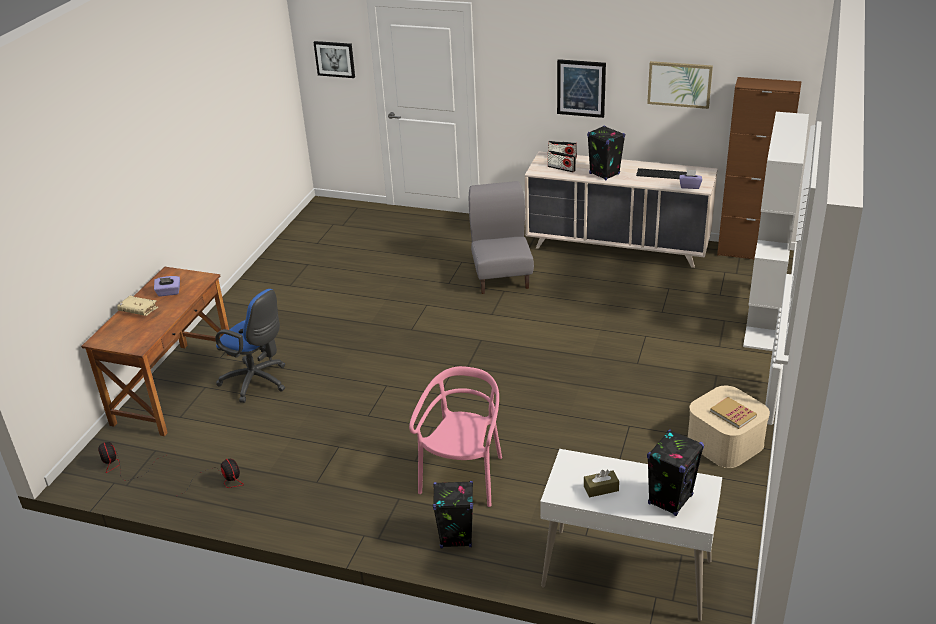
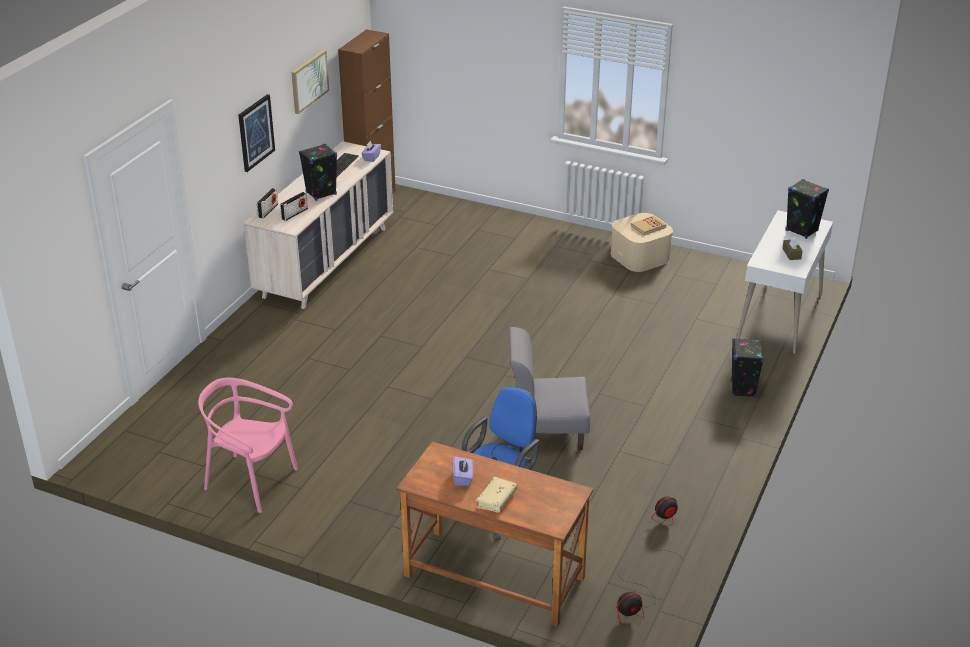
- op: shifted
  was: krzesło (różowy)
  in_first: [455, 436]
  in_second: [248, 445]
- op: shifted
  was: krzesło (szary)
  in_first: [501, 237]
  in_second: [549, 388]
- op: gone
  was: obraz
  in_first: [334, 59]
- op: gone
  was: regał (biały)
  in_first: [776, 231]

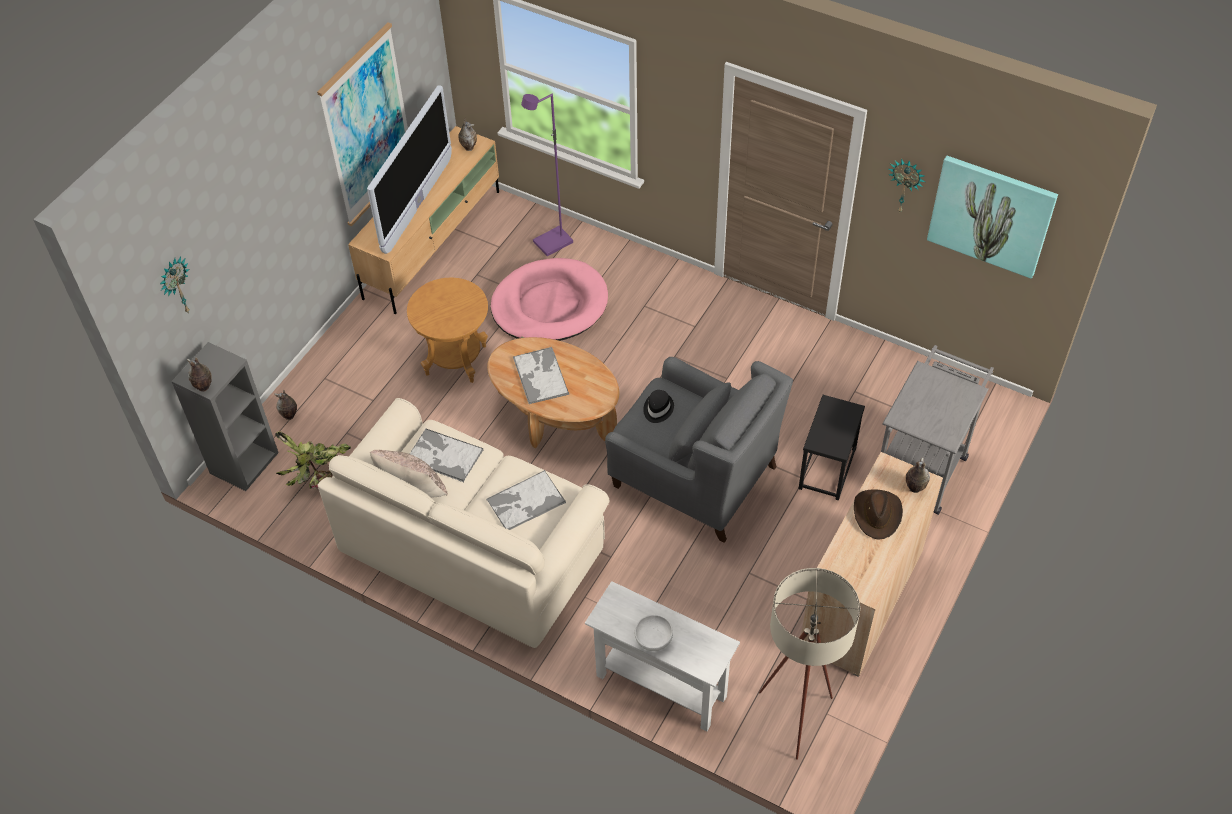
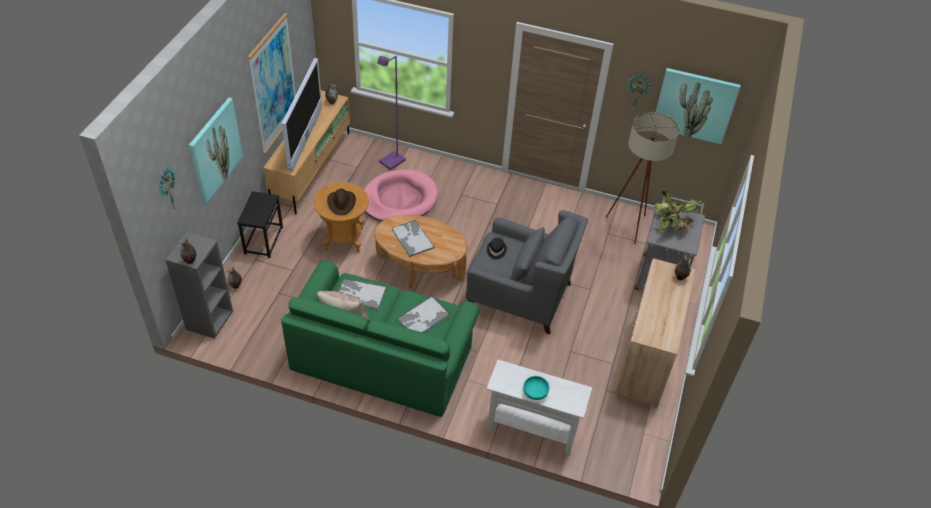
- op: new
  now: obraz
  in_second: [216, 151]
- op: shifted
  was: stolik (czarny)
  in_first: [831, 448]
  in_second: [260, 224]
- op: repainted
  was: kanapa (beżowy)
  now: kanapa (zielony)
  in_first: [464, 523]
  in_second: [380, 338]
- op: shifted
  was: kapelusz (brązowy)
  in_first: [878, 514]
  in_second: [341, 202]
- op: repainted
  was: miska (biały)
  now: miska (turkusowy)
  in_first: [654, 632]
  in_second: [536, 388]
- op: shifted
  was: lampa stojąca (beżowy)
  in_first: [809, 664]
  in_second: [642, 178]
- op: shifted
  was: roślina doniczkowa
  in_first: [313, 460]
  in_second: [678, 211]

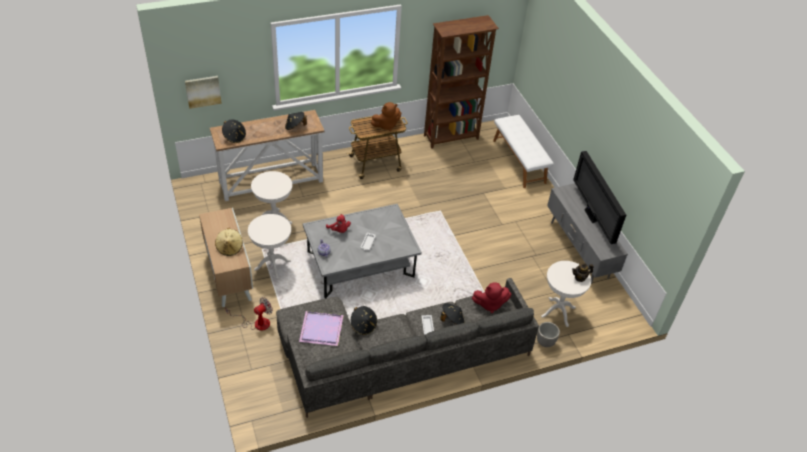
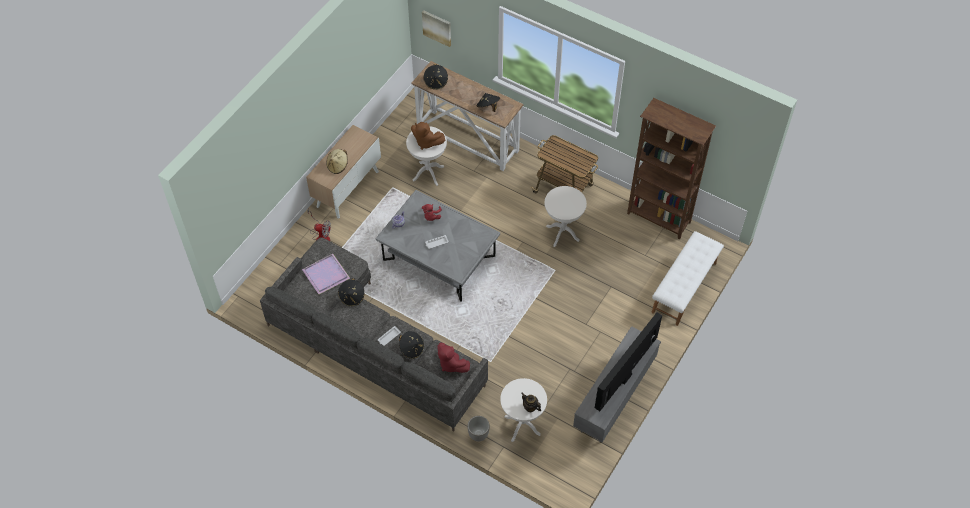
- op: shifted
  was: pluszak (brązowy)
  in_first: [386, 116]
  in_second: [428, 136]
- op: shifted
  was: stolik (biały)
  in_first: [269, 246]
  in_second: [566, 216]

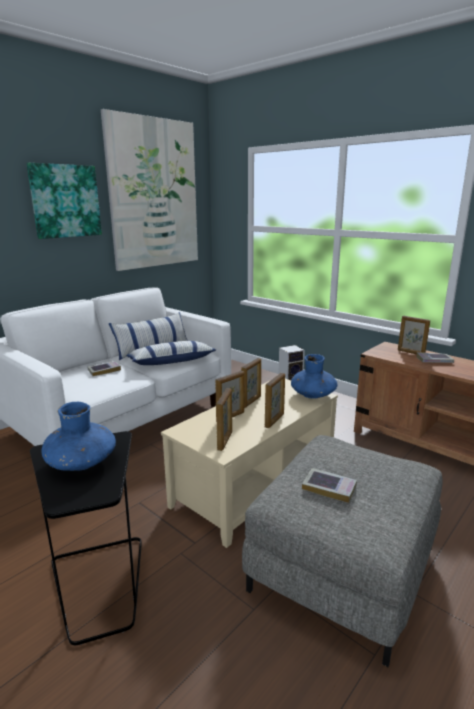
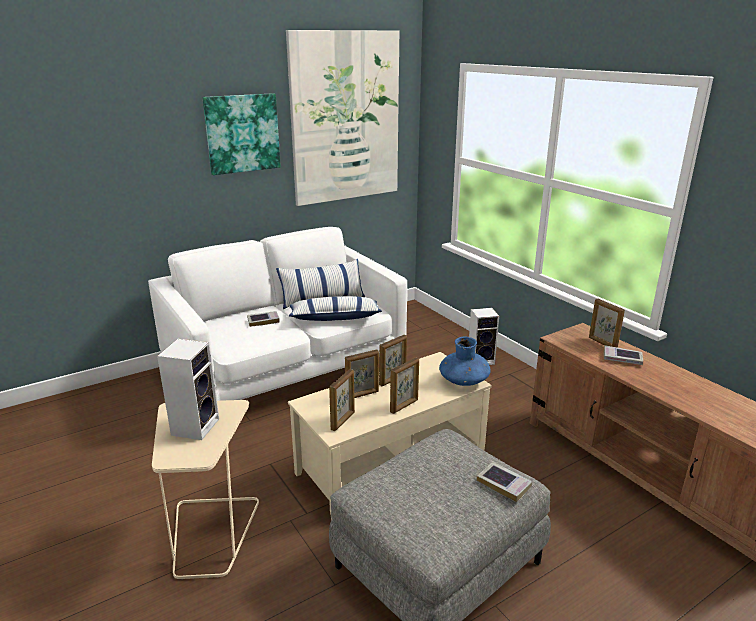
- op: repainted
  was: stolik (czarny)
  now: stolik (beżowy)
  in_first: [86, 538]
  in_second: [205, 490]
- op: swapped
  was: wazon (niebieski)
  now: głośnik
  in_first: [78, 436]
  in_second: [188, 389]
- op: shifted
  was: książka
  in_first: [329, 485]
  in_second: [504, 482]

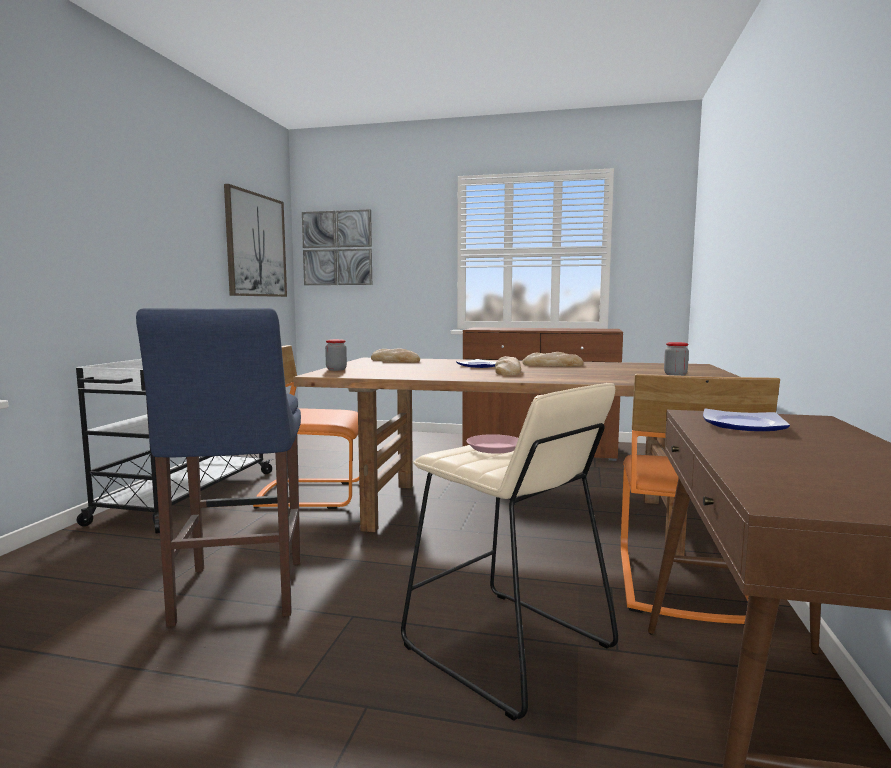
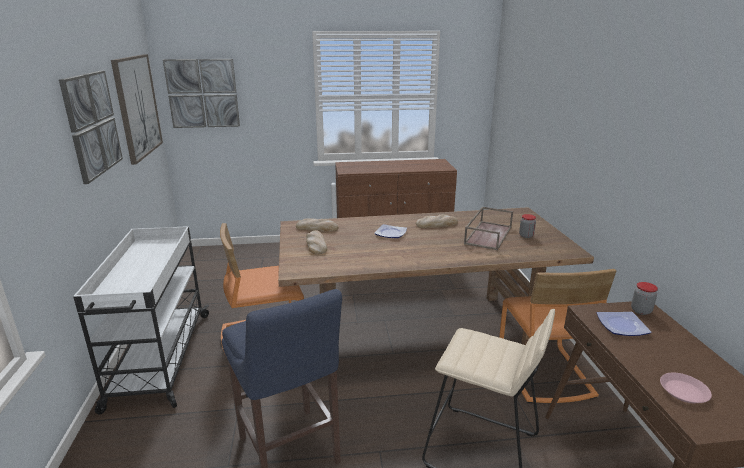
- op: new
  now: obraz
  in_second: [91, 127]
- op: shifted
  was: chleb
  in_first: [508, 365]
  in_second: [316, 242]
- op: new
  now: taca (brązowy)
  in_second: [488, 228]
- op: shifted
  was: słoik
  in_first: [336, 355]
  in_second: [644, 298]
- op: shifted
  was: talerz (różowy)
  in_first: [492, 444]
  in_second: [686, 388]

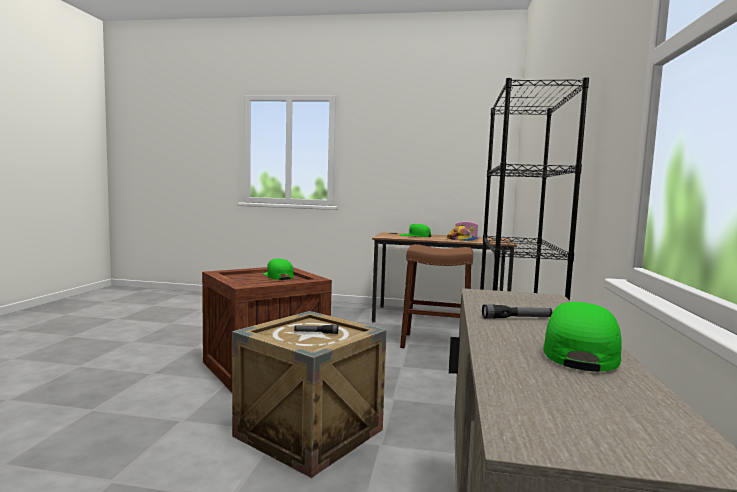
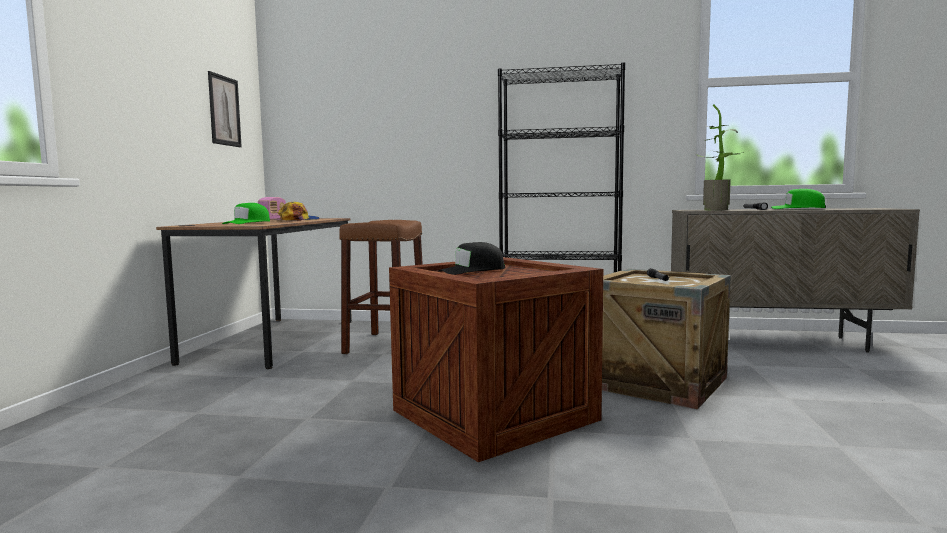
- op: new
  now: obraz
  in_second: [225, 109]
- op: repainted
  was: czapka z daszkiem (zielony)
  now: czapka z daszkiem (czarny)
  in_first: [278, 269]
  in_second: [471, 258]
- op: new
  now: roślina doniczkowa
  in_second: [724, 157]

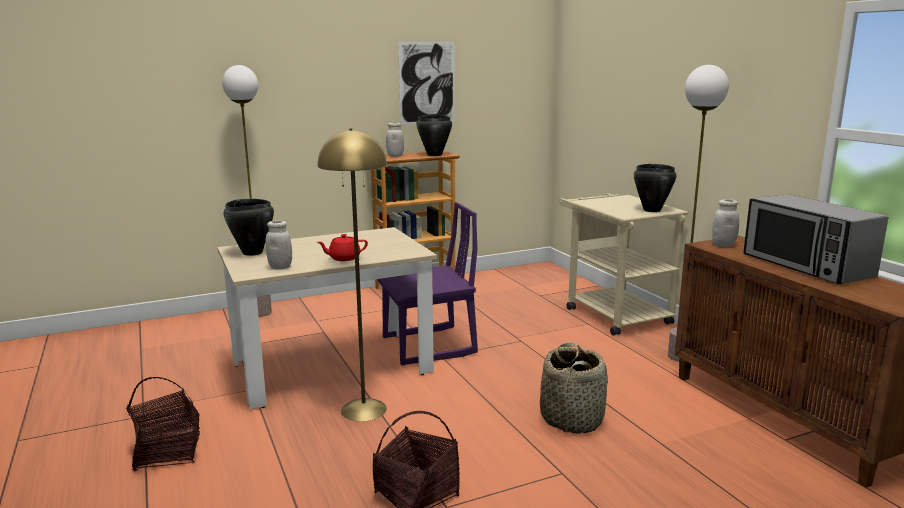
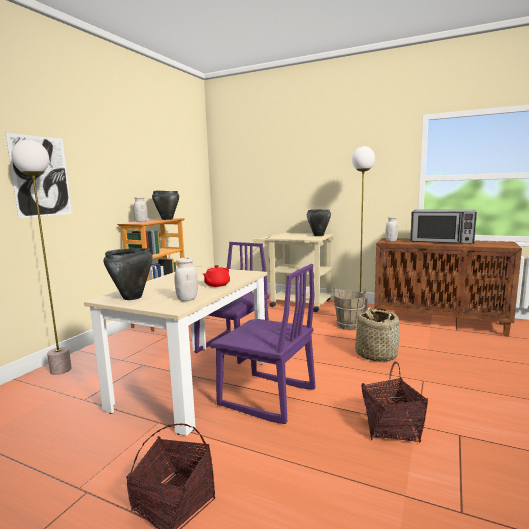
- op: shifted
  was: obraz
  in_first: [426, 83]
  in_second: [39, 175]
- op: swapped
  was: lampa stojąca (żółty)
  now: krzesło (fioletowy)
  in_first: [352, 275]
  in_second: [263, 344]
- op: new
  now: wiadro (brązowy)
  in_second: [349, 308]

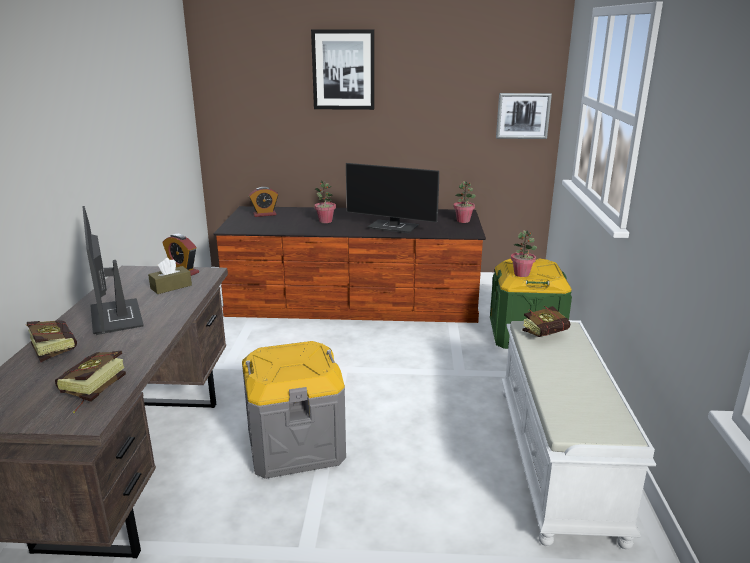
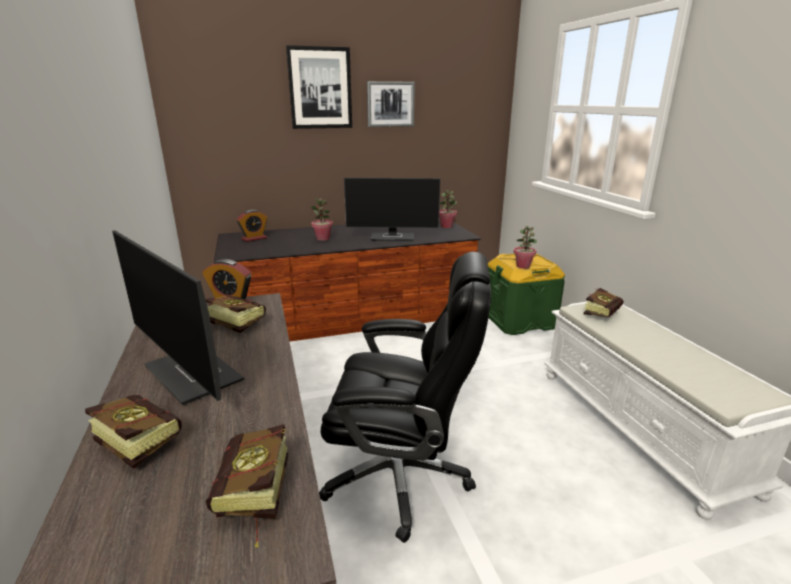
- op: swapped
  was: pudełko chusteczek (brązowy)
  now: książka
  in_first: [170, 276]
  in_second: [235, 314]
- op: swapped
  was: pojemnik do przechowywania (szary)
  now: krzesło biurowe (czarny)
  in_first: [294, 410]
  in_second: [405, 397]
- op: shifted
  was: obraz
  in_first: [524, 116]
  in_second: [391, 104]

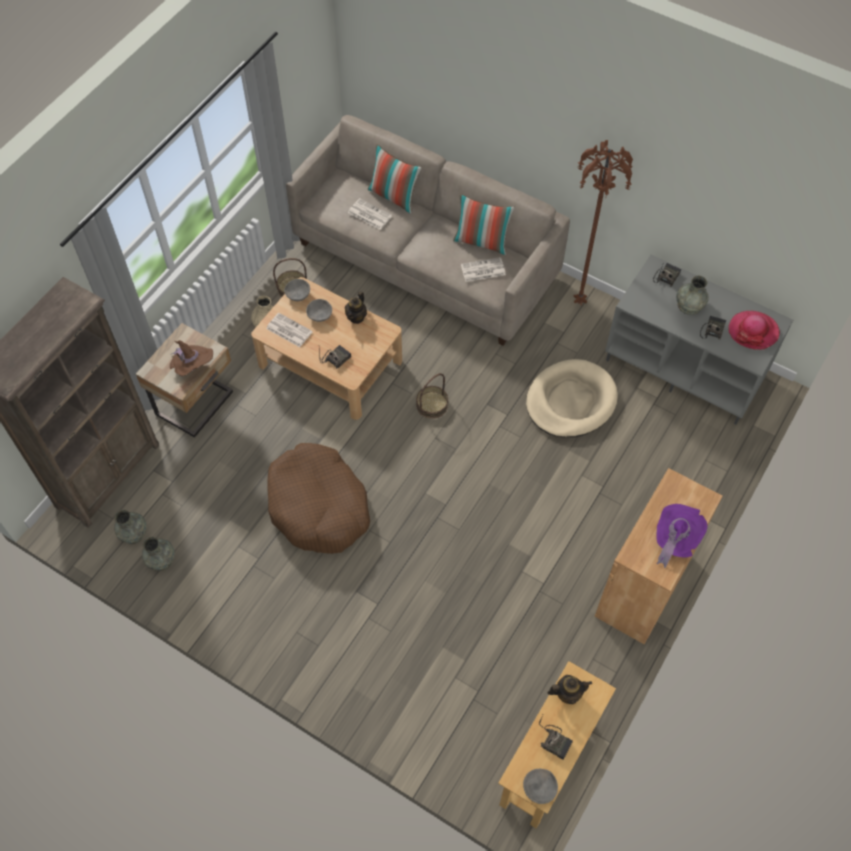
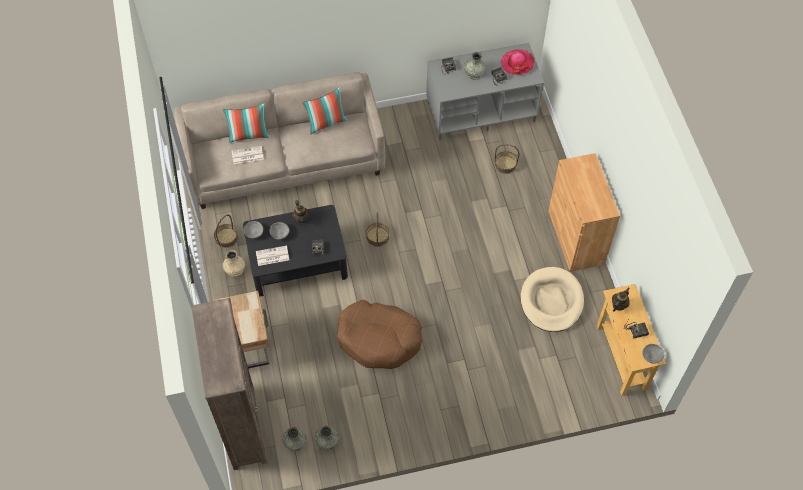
- op: repainted
  was: ława (beżowy)
  now: ława (czarny)
  in_first: [326, 348]
  in_second: [295, 250]
- op: new
  now: koszyk
  in_second: [507, 159]
- op: shifted
  was: legowisko (beżowy)
  in_first: [572, 398]
  in_second: [552, 299]
- op: gone
  was: kapelusz (brązowy)
  in_first: [191, 358]
- op: gone
  was: gazeta
  in_first: [483, 269]
- op: gone
  was: lampa stojąca (brązowy)
  in_first: [603, 222]
- op: gone
  was: kapelusz (fioletowy)
  in_first: [682, 536]

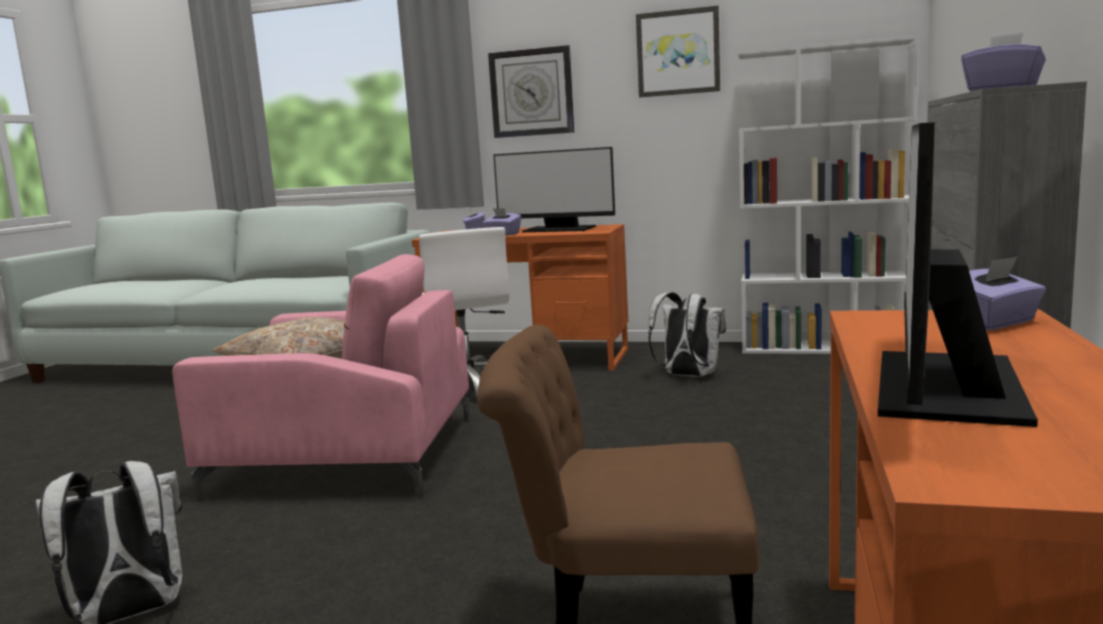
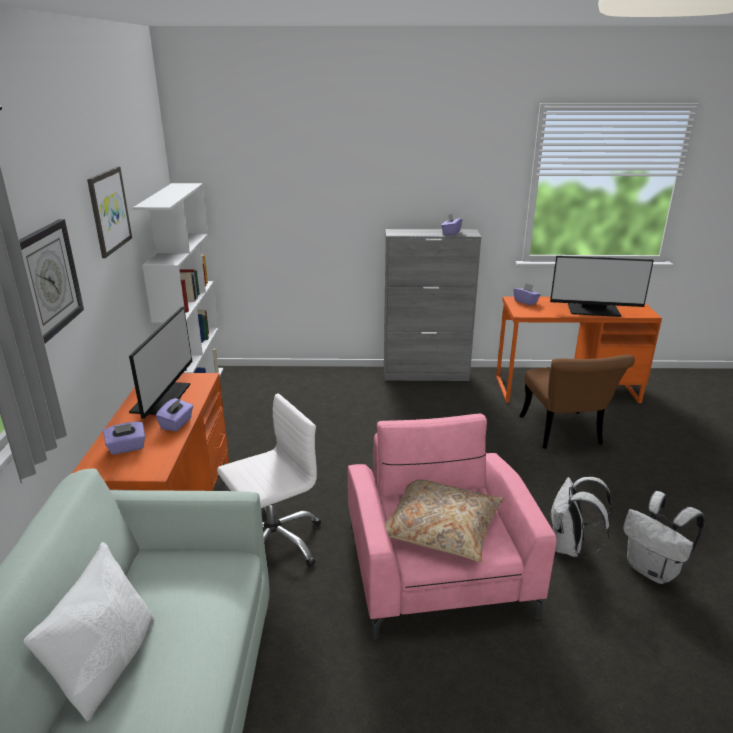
- op: new
  now: poduszka (biały)
  in_second: [89, 631]
- op: shifted
  was: plecak (biały)
  in_first: [687, 334]
  in_second: [580, 517]

